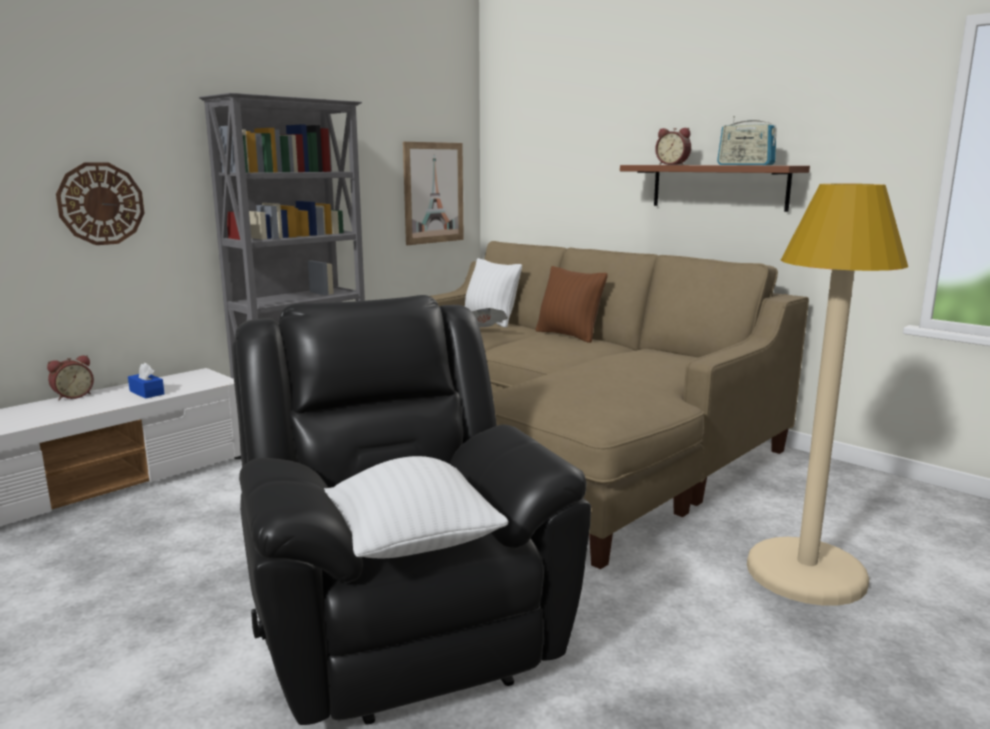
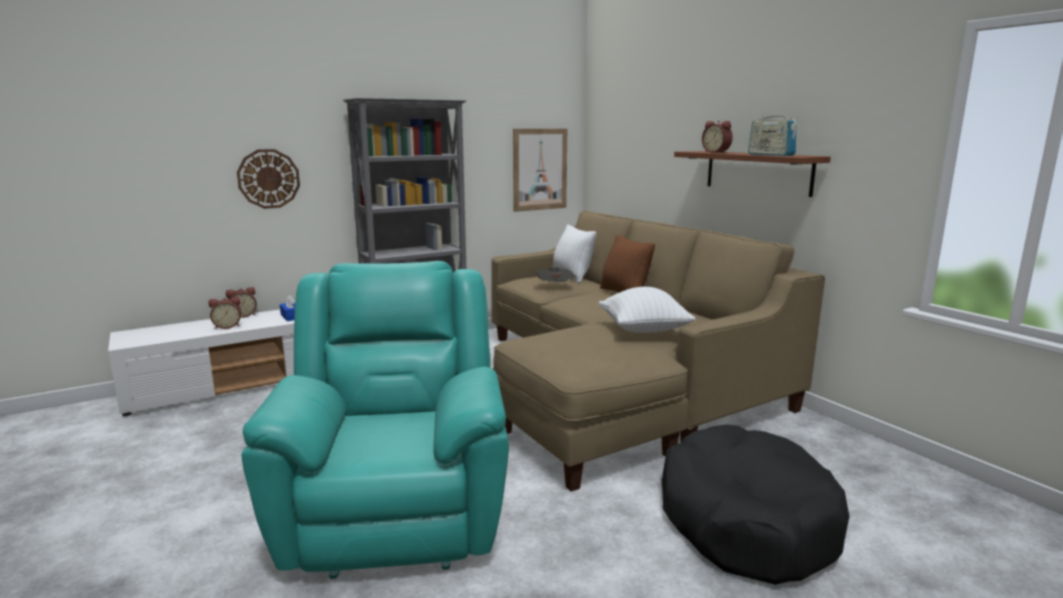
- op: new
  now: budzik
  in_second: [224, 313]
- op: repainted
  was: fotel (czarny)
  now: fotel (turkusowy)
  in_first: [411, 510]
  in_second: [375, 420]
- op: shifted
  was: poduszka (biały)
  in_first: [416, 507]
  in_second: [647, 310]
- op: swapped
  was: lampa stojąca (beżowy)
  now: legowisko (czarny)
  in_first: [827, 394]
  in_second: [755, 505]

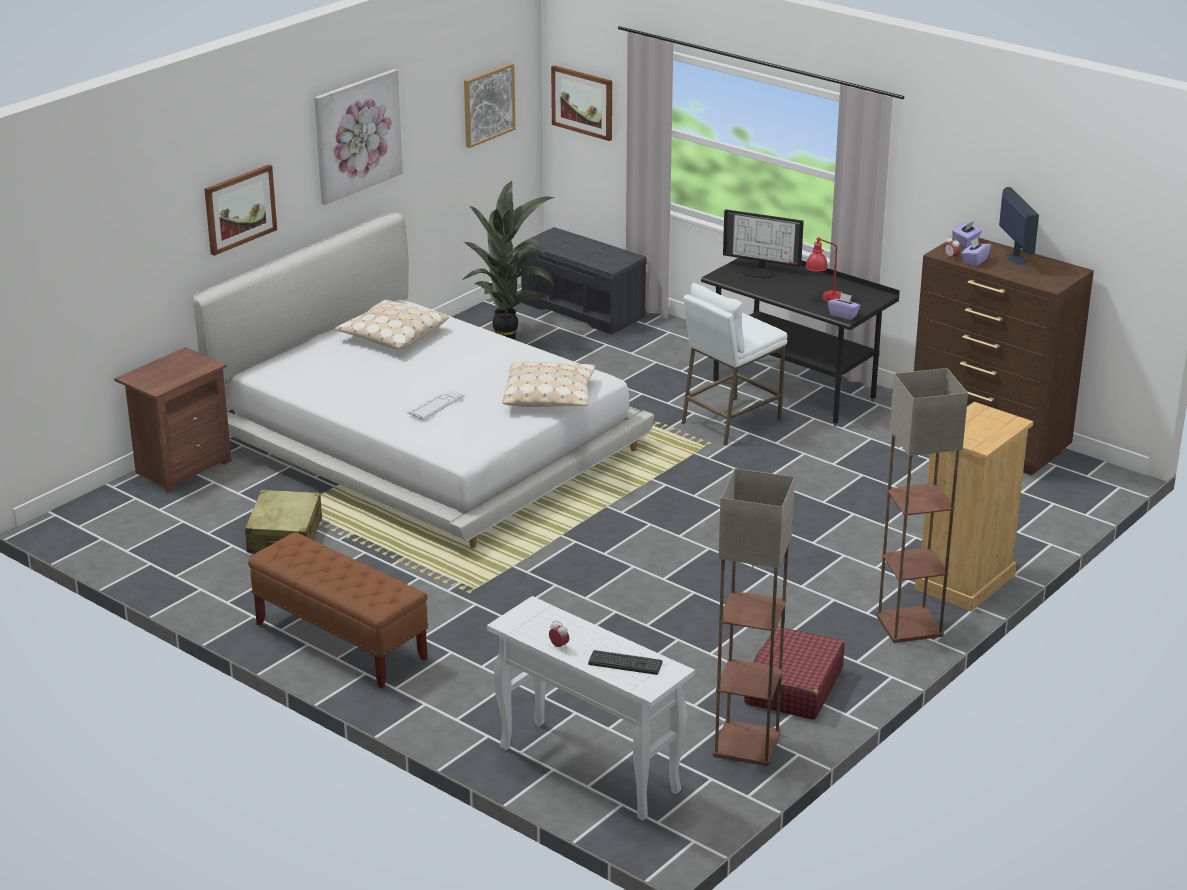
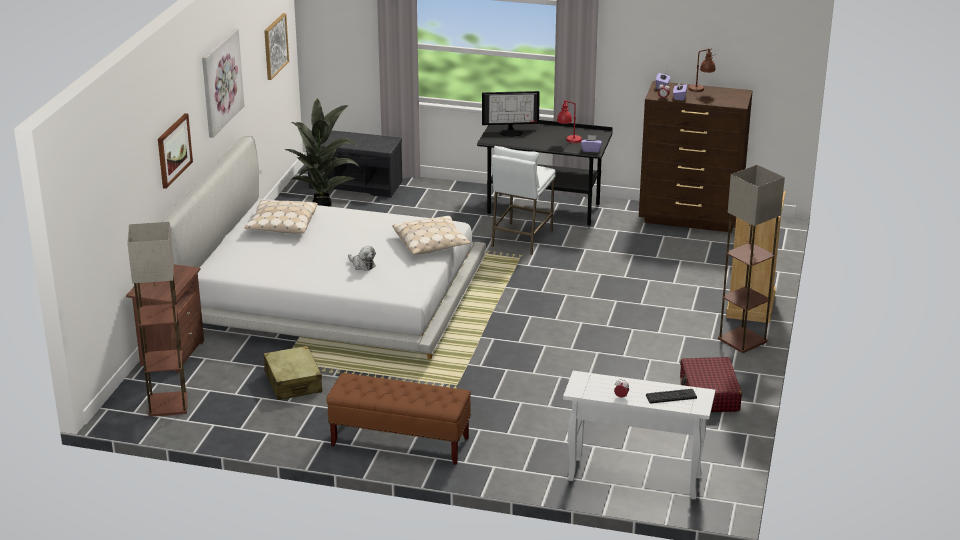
- op: shifted
  was: lampa stojąca
  in_first: [754, 617]
  in_second: [157, 319]
- op: swapped
  was: klawiatura
  now: pluszak
  in_first: [436, 404]
  in_second: [362, 258]
- op: swapped
  was: monitor
  now: lampa stołowa (brązowy)
  in_first: [1019, 226]
  in_second: [702, 70]
- op: gone
  was: obraz
  in_first: [581, 103]

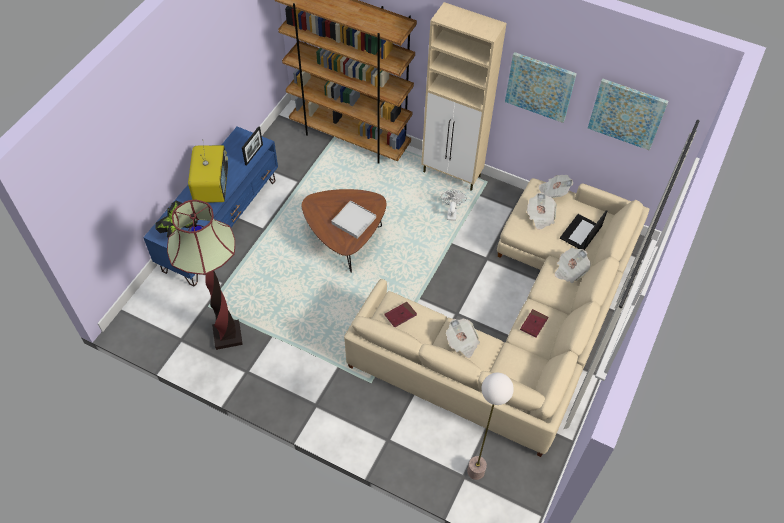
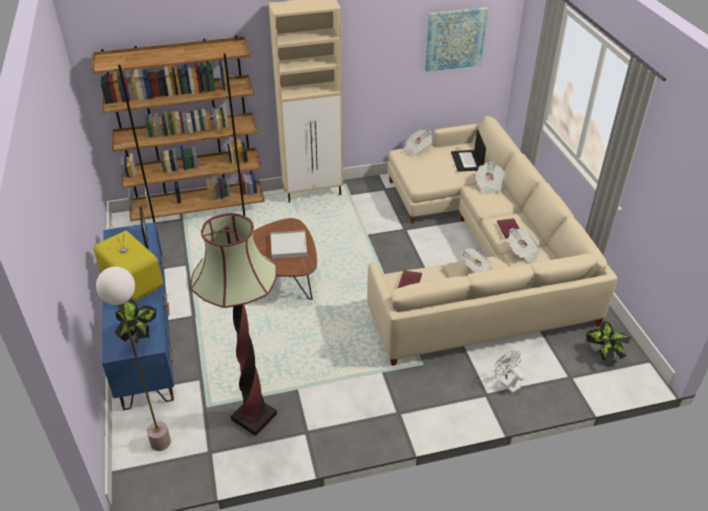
- op: shifted
  was: lampa stojąca
  in_first: [490, 426]
  in_second: [133, 359]
- op: shifted
  was: wentylator (biały)
  in_first: [454, 205]
  in_second: [509, 372]
- op: shifted
  was: gazeta
  in_first: [541, 211]
  in_second: [524, 245]
- op: new
  now: roślina doniczkowa
  in_second: [608, 340]
- op: gone
  was: obraz
  in_first: [541, 87]

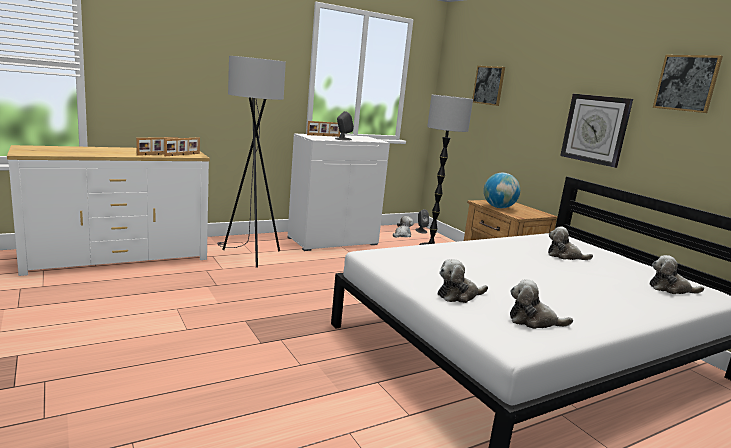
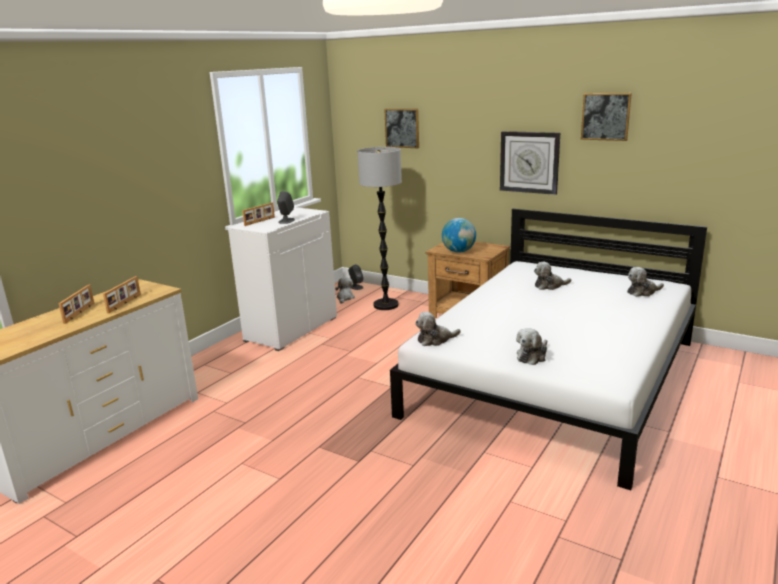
- op: shifted
  was: ramka na zdjęcie
  in_first: [182, 146]
  in_second: [76, 304]
- op: shifted
  was: pluszak
  in_first: [541, 304]
  in_second: [438, 329]
- op: gone
  was: lampa stojąca (szary)
  in_first: [251, 162]

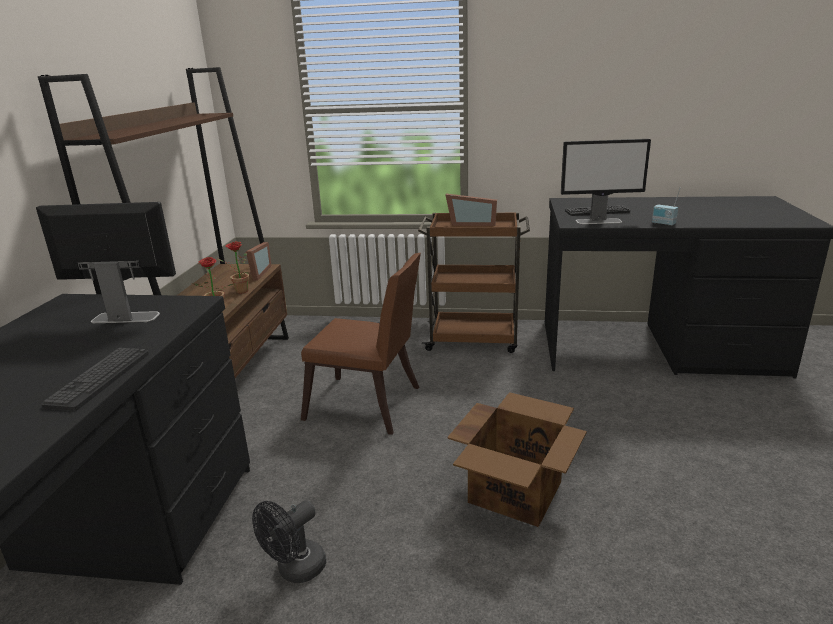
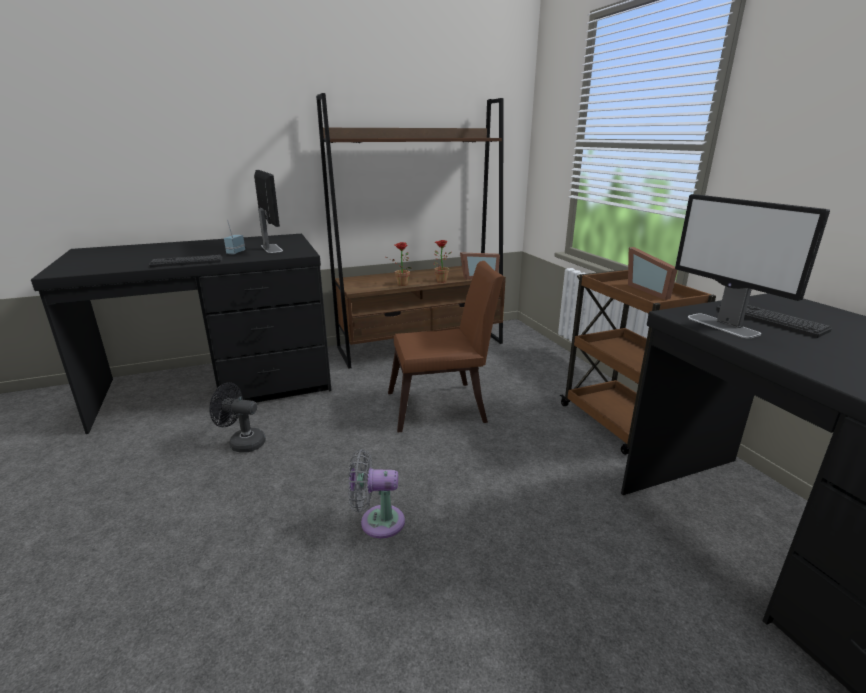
- op: shifted
  was: radio
  in_first: [666, 206]
  in_second: [234, 236]
- op: swapped
  was: karton
  now: wentylator (szary)
  in_first: [517, 459]
  in_second: [376, 493]
- op: rotated
  was: krzesło (brązowy)
  in_first: [361, 344]
  in_second: [446, 347]
  clockwise: -90

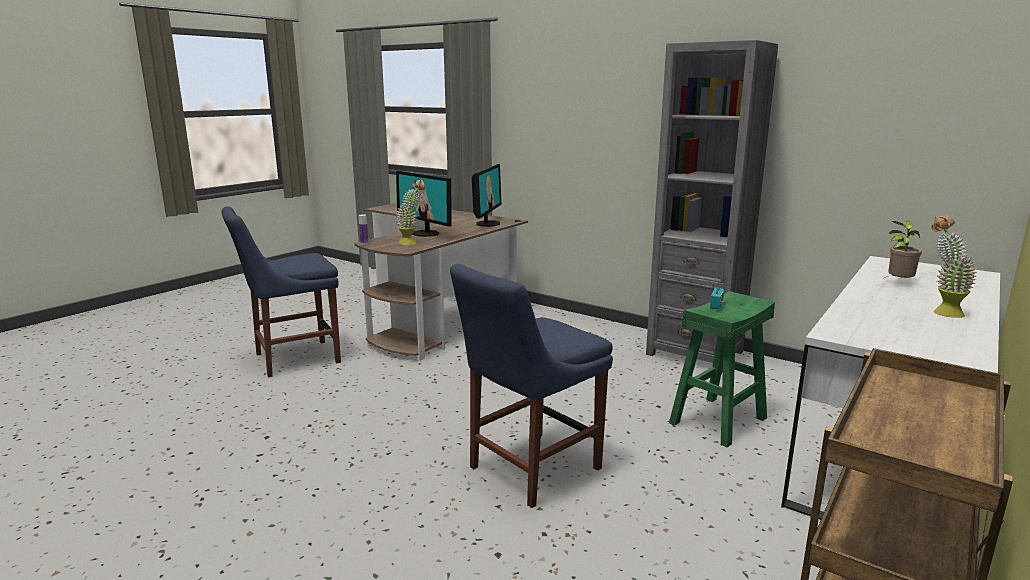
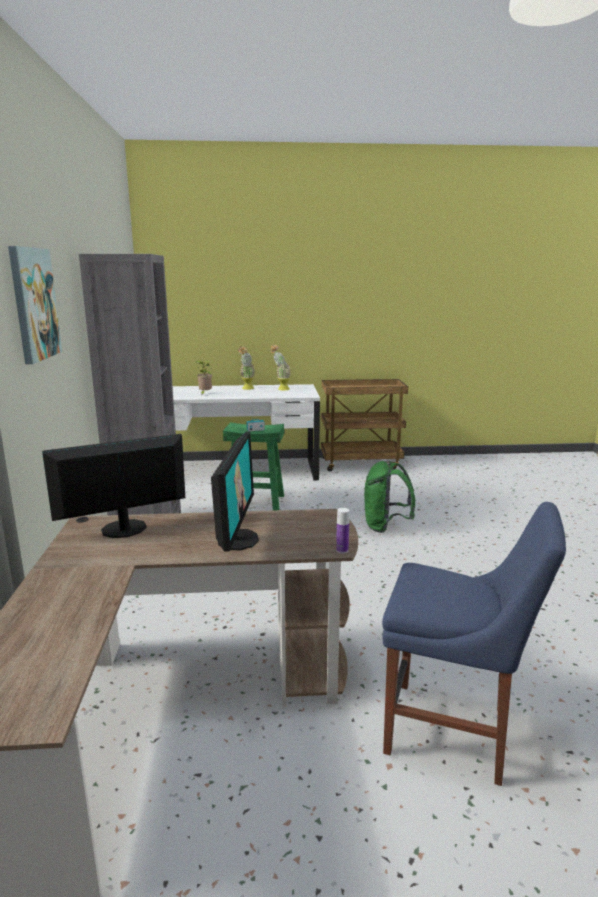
- op: new
  now: obraz
  in_second: [35, 305]
- op: shifted
  was: roślina doniczkowa
  in_first: [411, 212]
  in_second: [280, 367]
- op: swapped
  was: krzesło (niebieski)
  now: plecak (zielony)
  in_first: [531, 386]
  in_second: [389, 497]

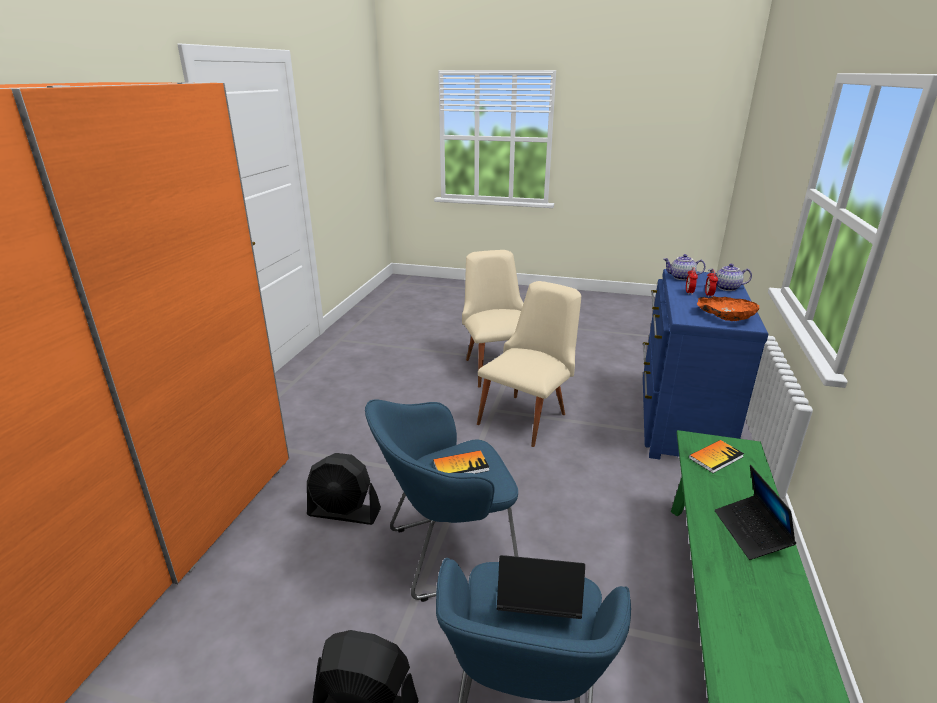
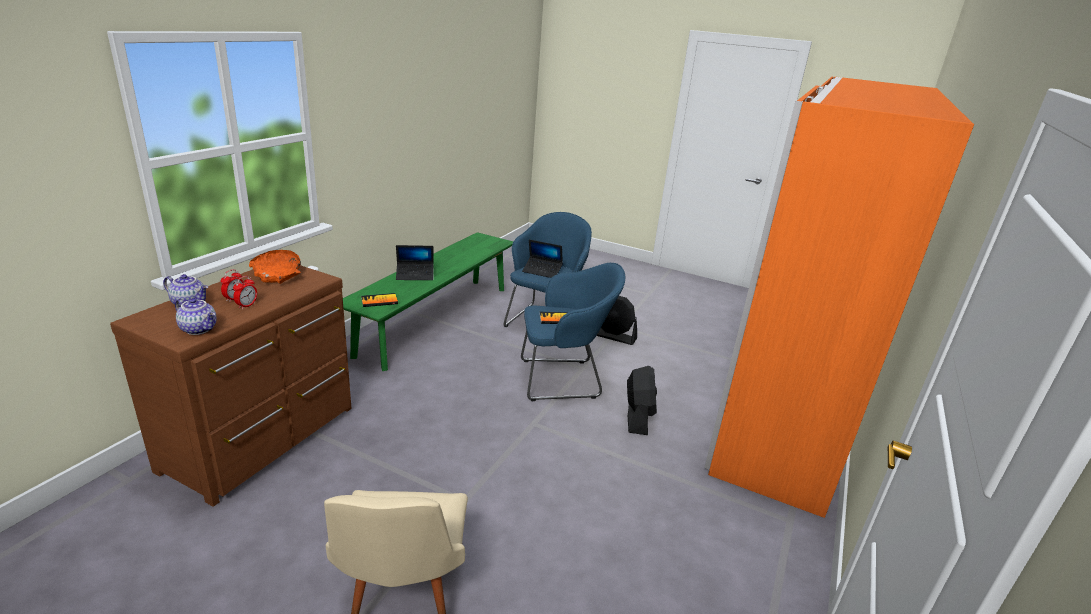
- op: repainted
  was: komoda (niebieski)
  now: komoda (brązowy)
  in_first: [706, 364]
  in_second: [231, 386]
- op: rotated
  was: laptop
  in_first: [755, 512]
  in_second: [415, 262]
  clockwise: 75
- op: rotated
  was: wentylator (czarny)
  in_first: [344, 489]
  in_second: [642, 400]
  clockwise: 75
- op: gone
  was: krzesło (beżowy)
  in_first: [529, 364]

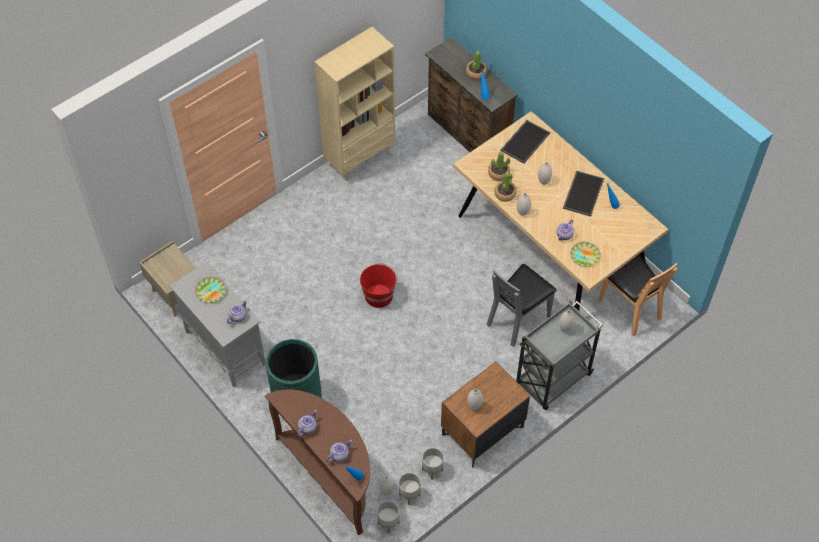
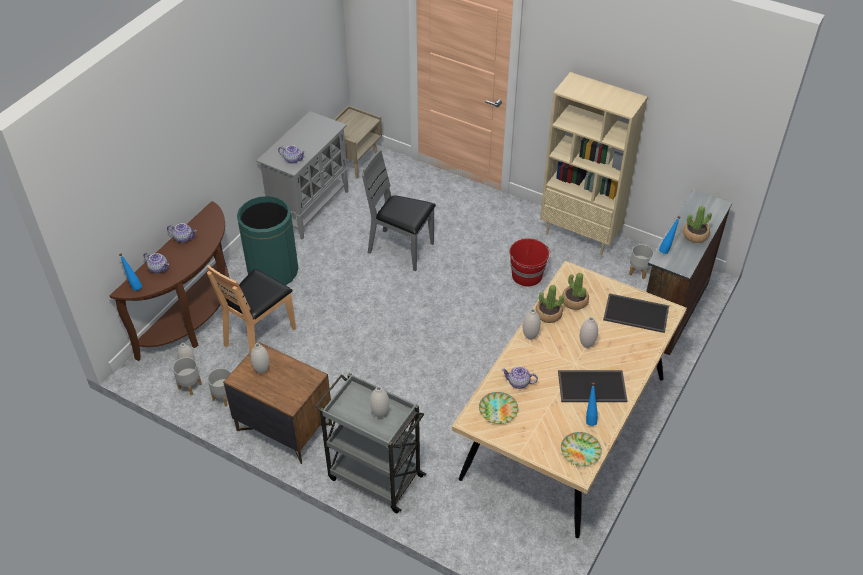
- op: shifted
  was: krzesło (brązowy)
  in_first: [638, 295]
  in_second: [251, 308]
- op: shifted
  was: krzesło (szary)
  in_first: [522, 305]
  in_second: [399, 210]
- op: shifted
  was: wiadro (czerwony)
  in_first: [379, 285]
  in_second: [530, 262]
- op: shifted
  was: talerz
  in_first: [210, 290]
  in_second: [581, 449]
- op: shifted
  was: donica (szary)
  in_first: [388, 517]
  in_second: [641, 261]

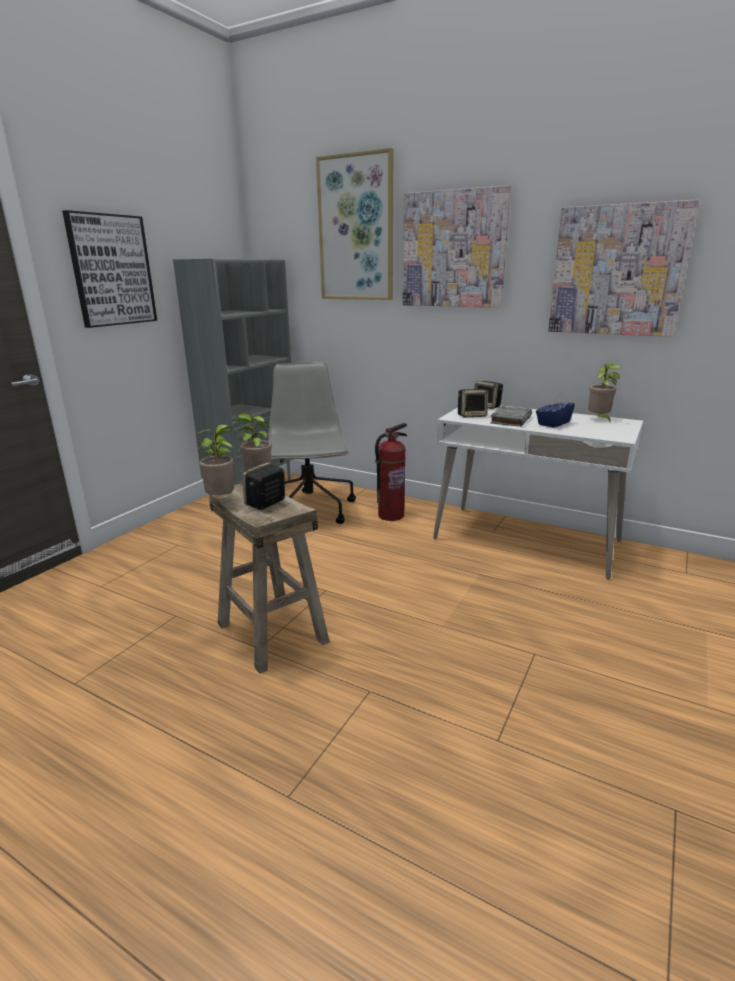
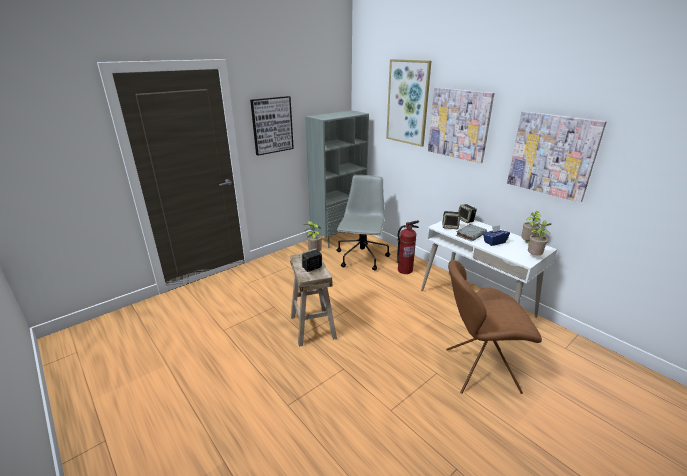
- op: new
  now: krzesło (brązowy)
  in_second: [494, 327]
- op: shifted
  was: roślina doniczkowa
  in_first: [215, 459]
  in_second: [539, 237]

